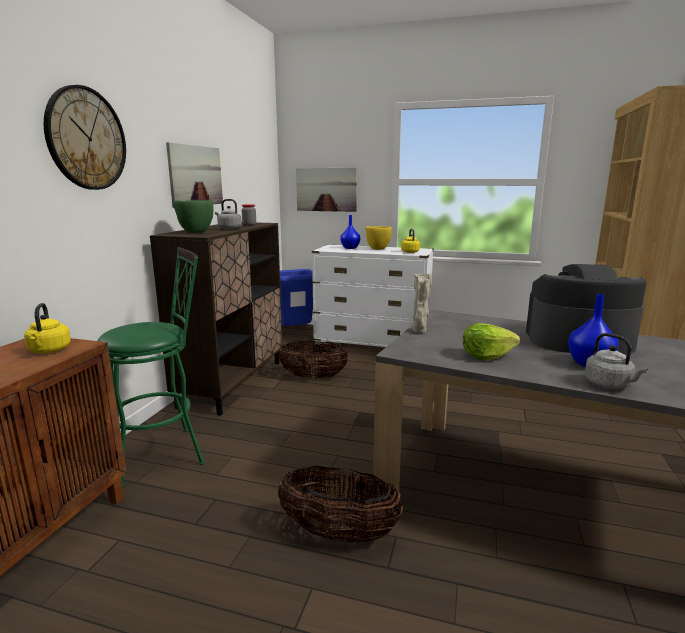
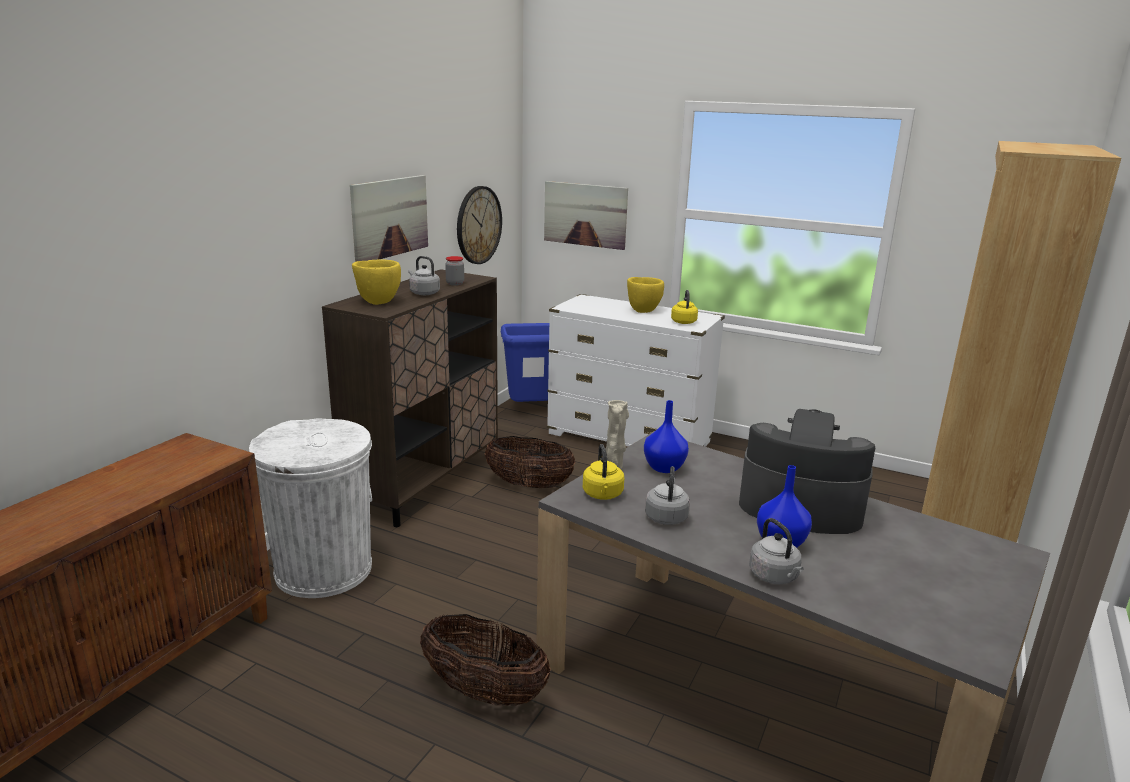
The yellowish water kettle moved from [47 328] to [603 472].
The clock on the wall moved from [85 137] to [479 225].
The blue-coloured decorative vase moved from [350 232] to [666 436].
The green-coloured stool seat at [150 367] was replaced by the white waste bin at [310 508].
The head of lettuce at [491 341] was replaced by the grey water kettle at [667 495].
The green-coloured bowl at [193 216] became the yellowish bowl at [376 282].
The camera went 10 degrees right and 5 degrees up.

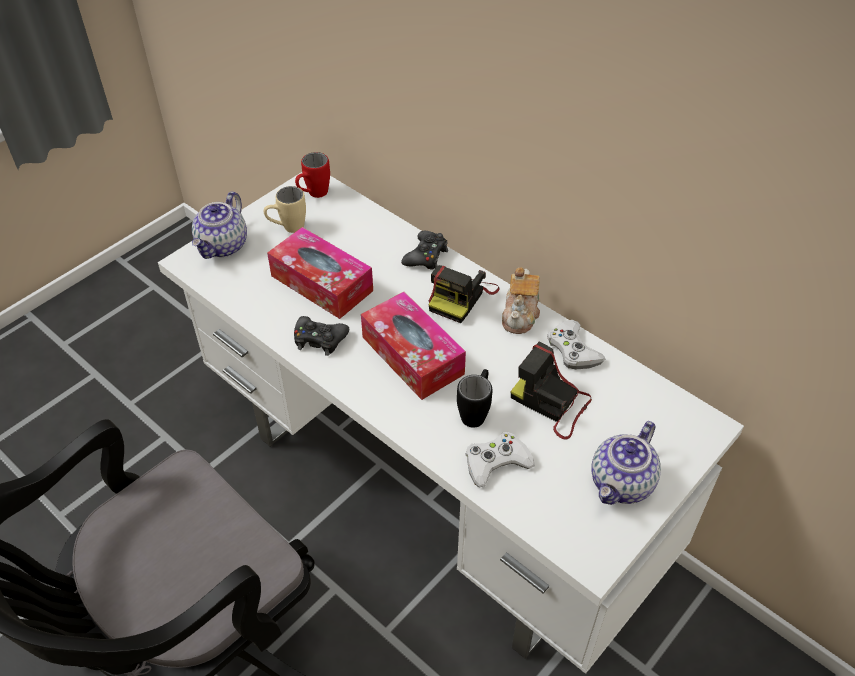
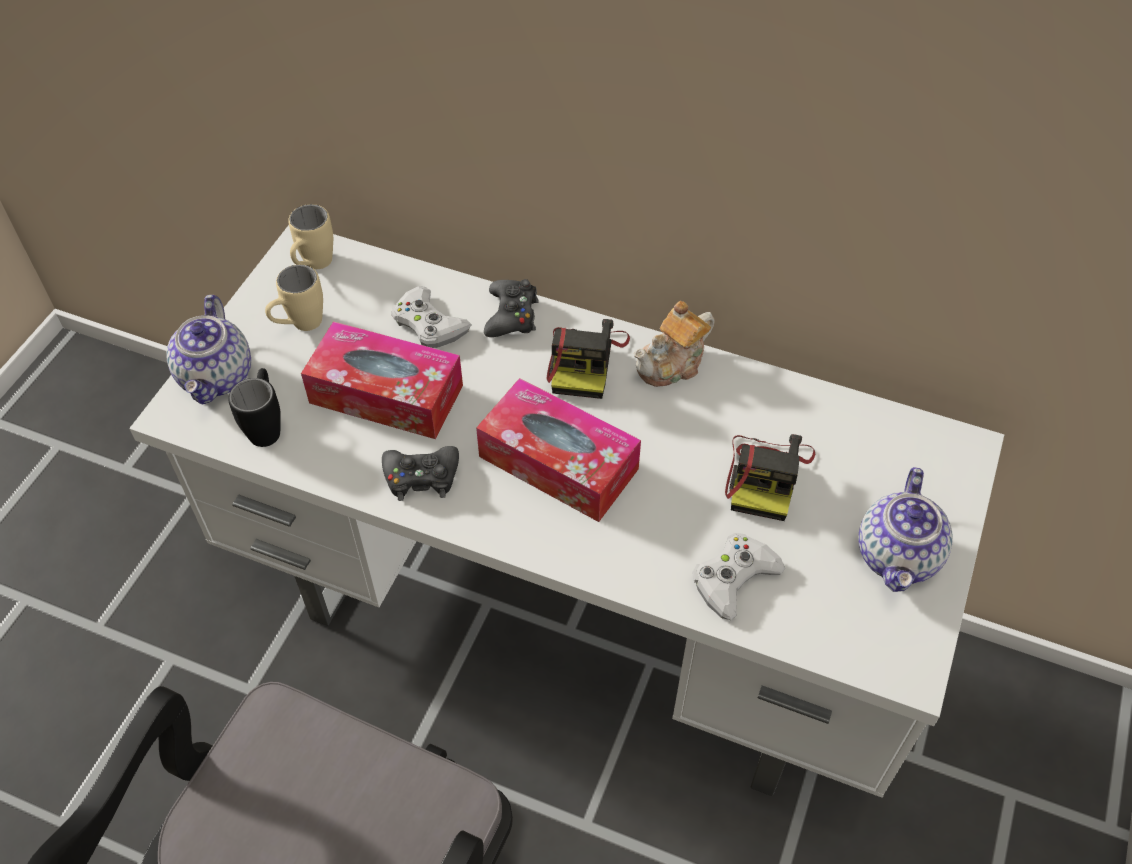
The black coffee mug moved from [474 398] to [254 407].
The white gamepad moved from [576 344] to [431 317].
The reddish coffee mug at [312 175] became the sand-coloured coffee mug at [310 236].
The teapot at [521 300] turned 60 degrees clockwise.
The photo camera at [551 390] turned 90 degrees counterclockwise.
The camera went 20 degrees left and 5 degrees up.

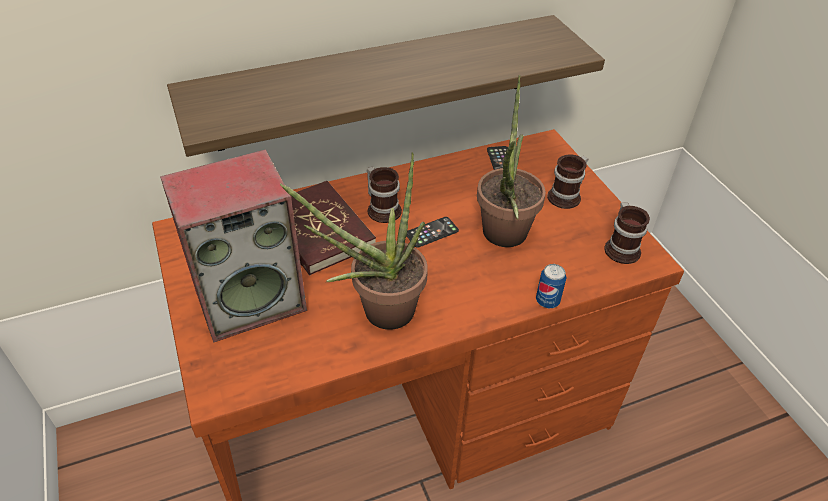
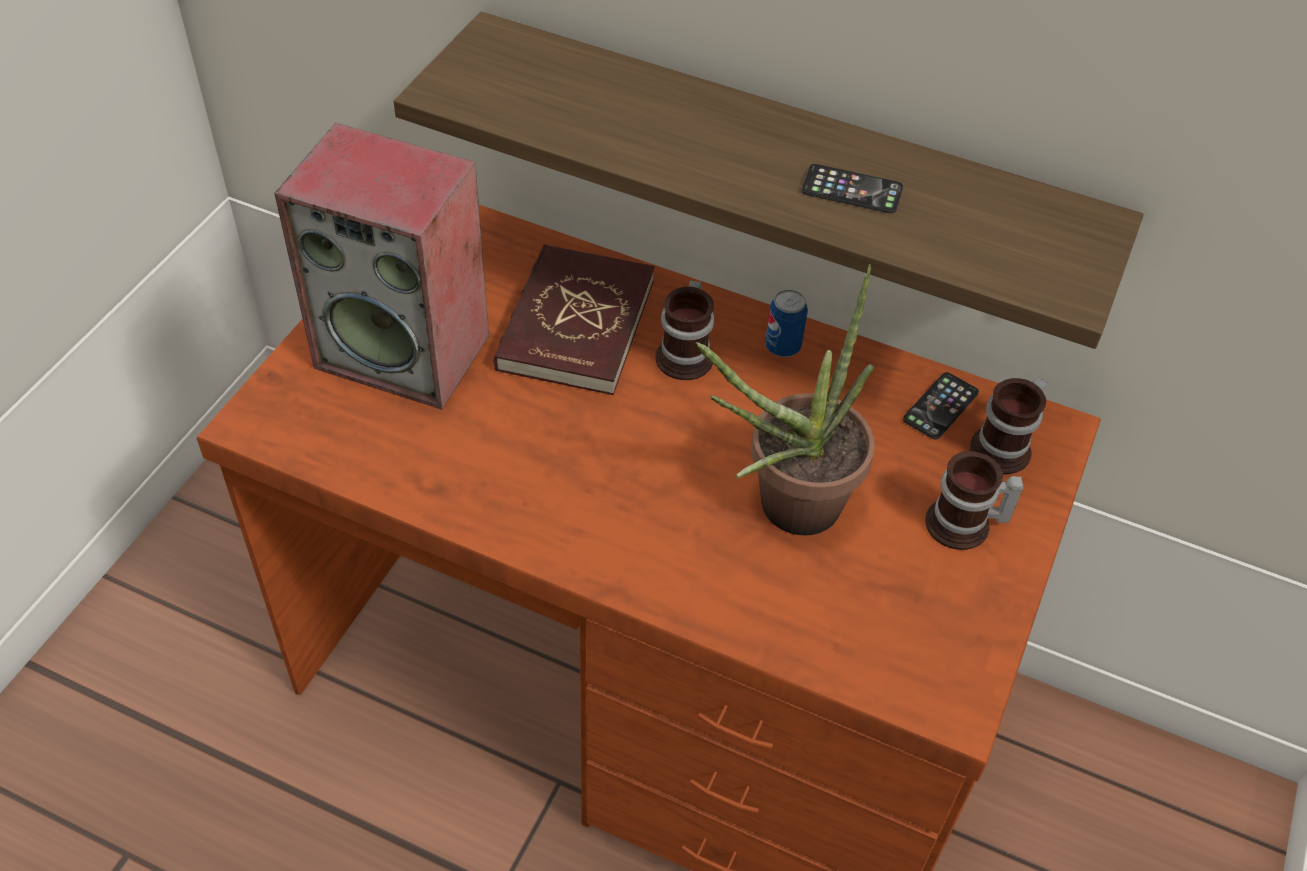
The potted plant at [354 241] disappeared.
The telephone moved from [433 232] to [852 189].
The metal can moved from [551 286] to [786 323].
The coffee mug moved from [627 233] to [1009 425].
The camera went 45 degrees right and 5 degrees up.

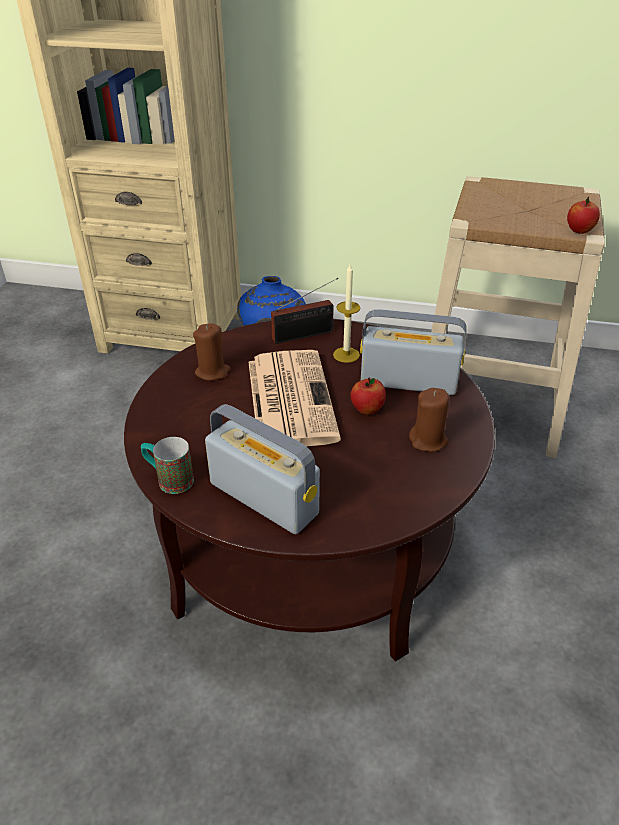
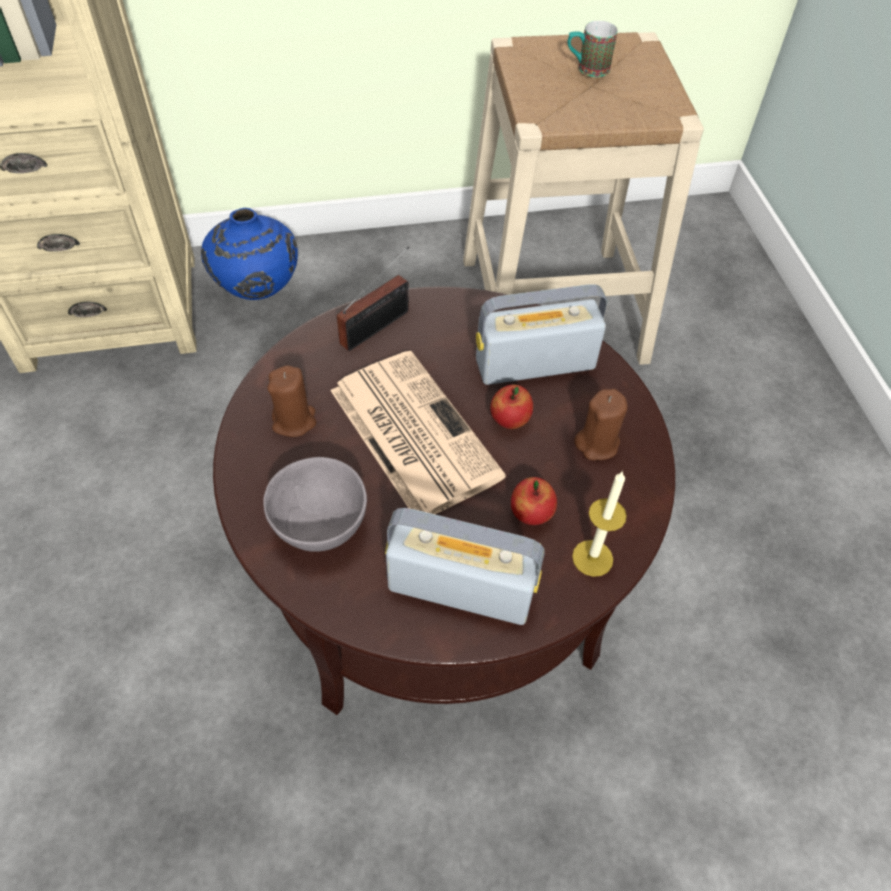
The grey bowl at [315 504] appeared.
The coffee mug moved from [167 465] to [592 49].
The candle moved from [346 313] to [599 524].
The apple moved from [583 215] to [534 501].
The camera went 25 degrees left and 15 degrees up.

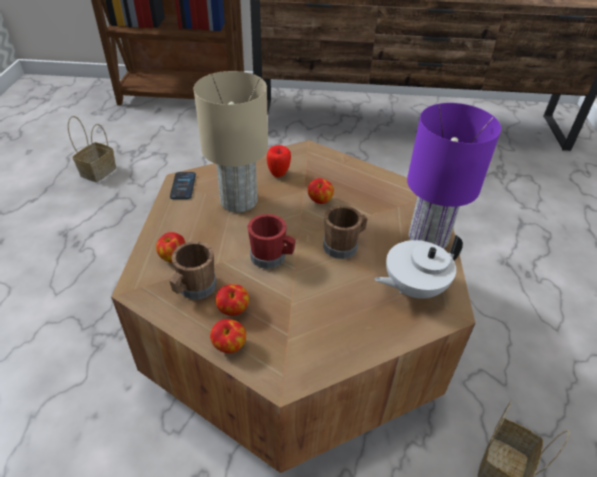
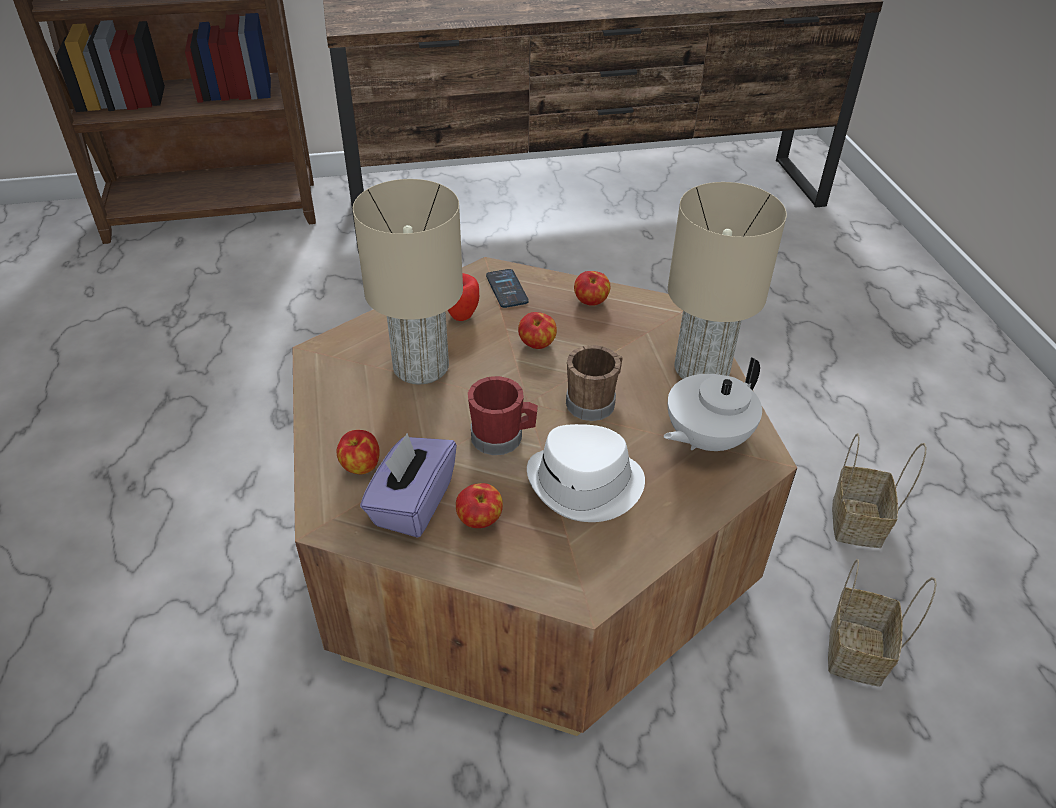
The white wearable hat at [586 473] appeared.
The storage basket moved from [92 149] to [879 490].
The telephone moved from [183 185] to [507 288].
The apple moved from [228 336] to [592 288].
The brown-coloured coffee mug at [193 270] was replaced by the purple-coloured tissue box at [408 485].
The purple-coloured tabletop lamp at [454 176] became the sand-coloured tabletop lamp at [727 280].
The camera went 15 degrees left and 0 degrees up.

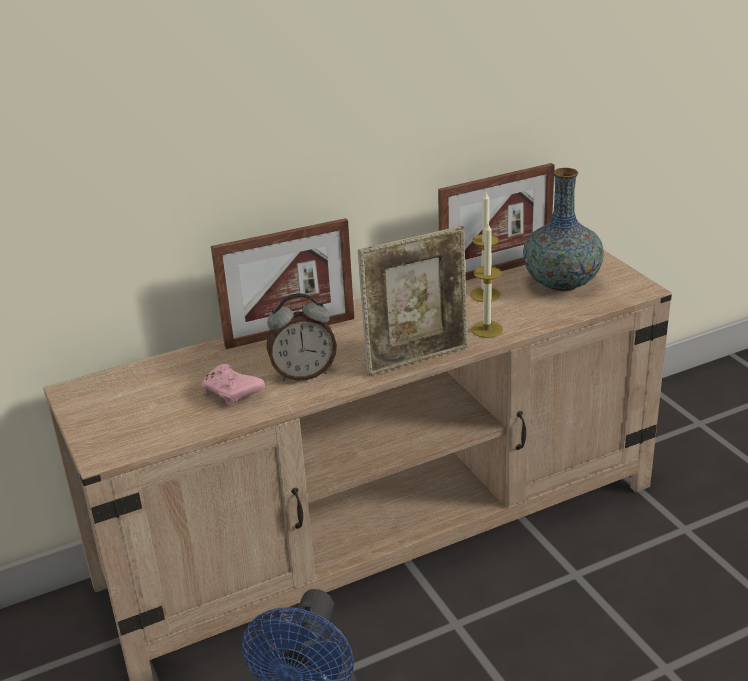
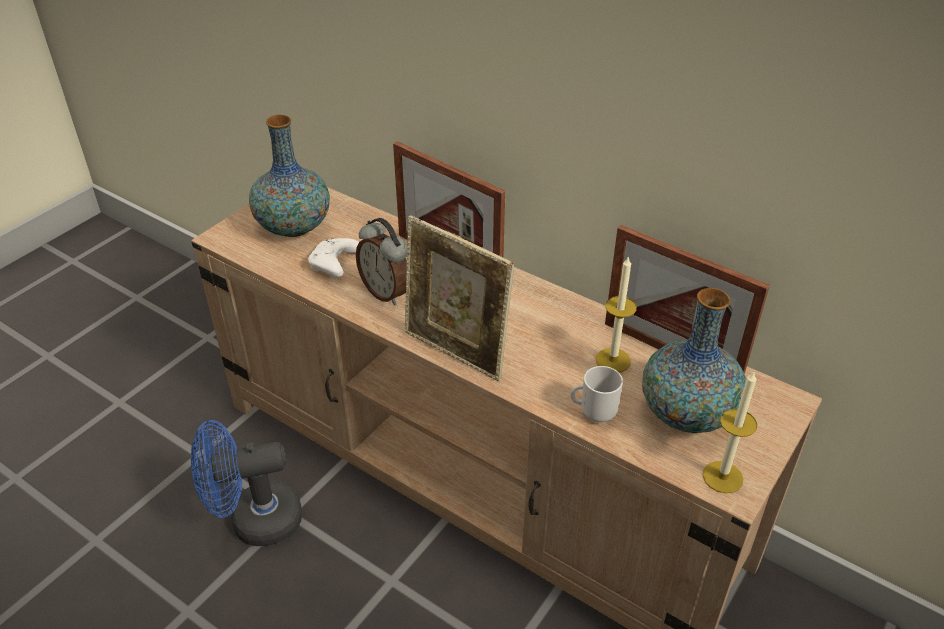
The decorative vase at [289 176] appeared.
The coffee mug at [596 394] appeared.
The candle moved from [487 280] to [730 432].
The pink gamepad at [233 384] became the white gamepad at [333 257].
The camera went 60 degrees right and 10 degrees up.

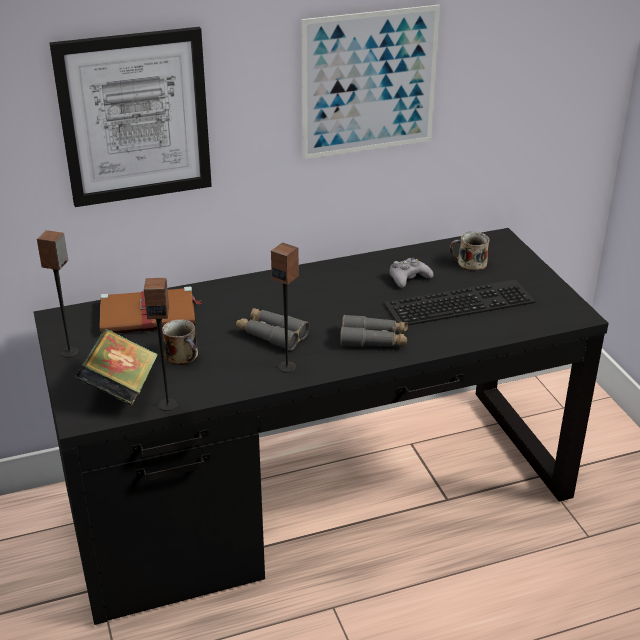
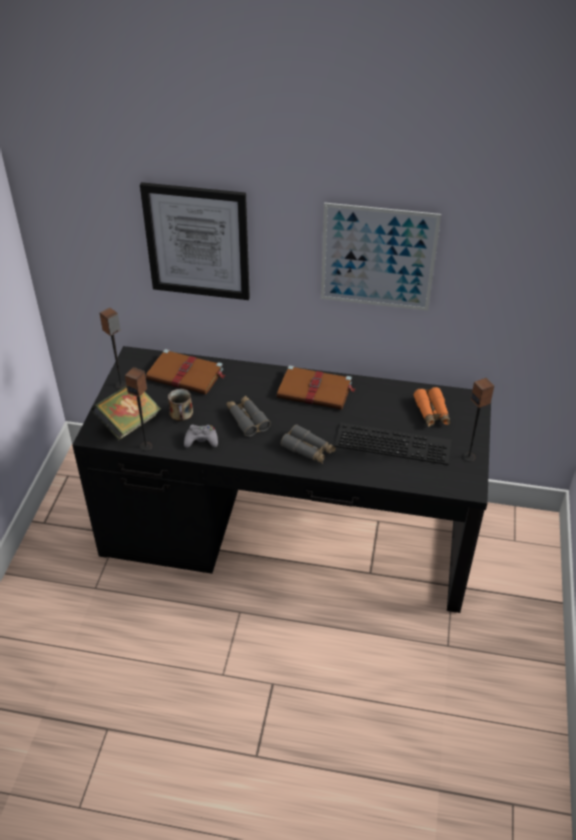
The brown-coloured volume at [316 387] appeared.
The speaker moved from [285 308] to [478 420].
The grey gamepad moved from [411 273] to [201 436].
The coffee mug at [469 251] was replaced by the orange pair of binoculars at [432 407].
The camera went 30 degrees right and 10 degrees up.

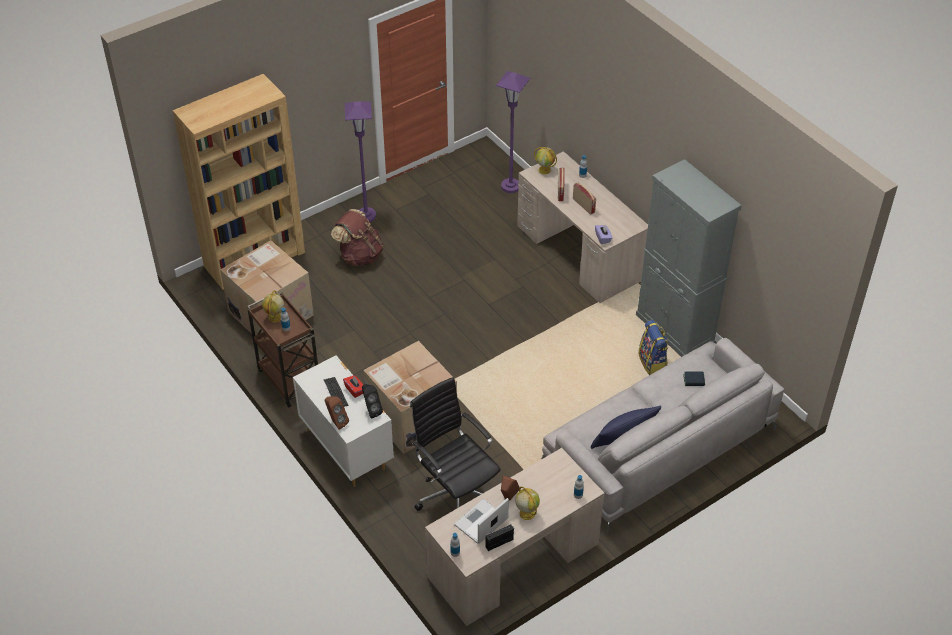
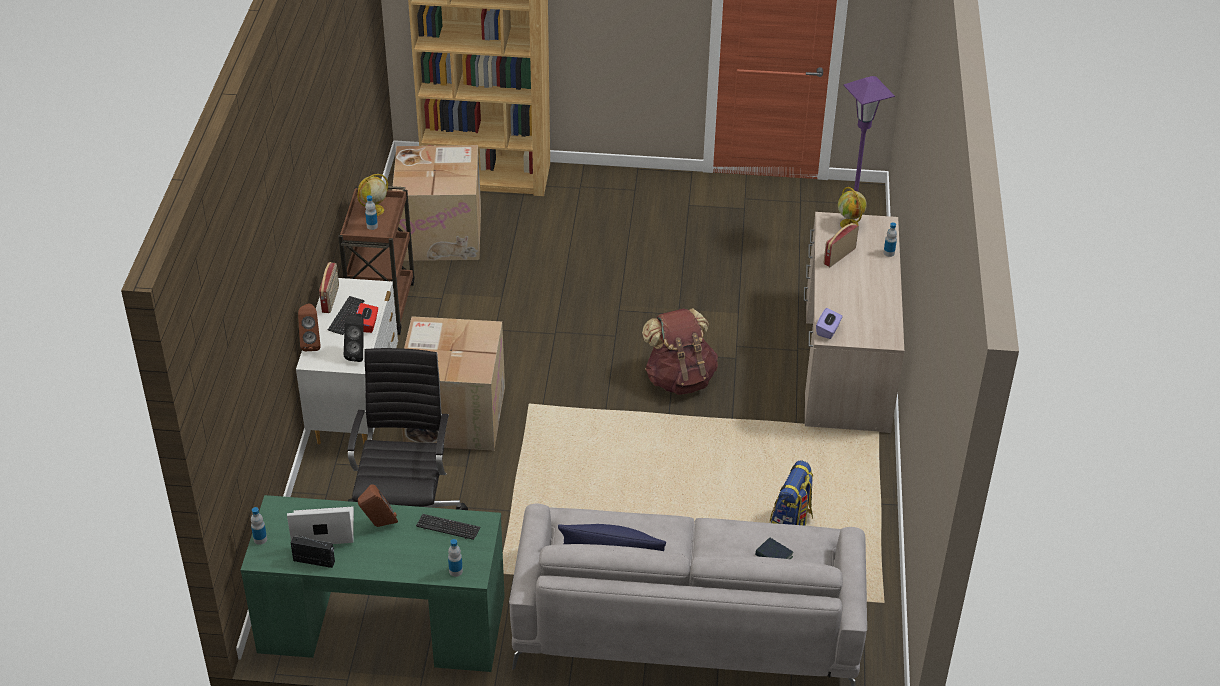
The purple-coloured standing lamp at [360 161] disappeared.
The world globe at [527 503] disappeared.
The grey storage cabinet at [689 258] disappeared.
The keyboard at [448 527] appeared.
The brown-coloured rucksack moved from [357 237] to [680 351].
The radio receiver moved from [584 198] to [329 287].
The sand-coloured desk at [515 537] became the green-coloured desk at [373 583].
The camera went 40 degrees right and 5 degrees down.

